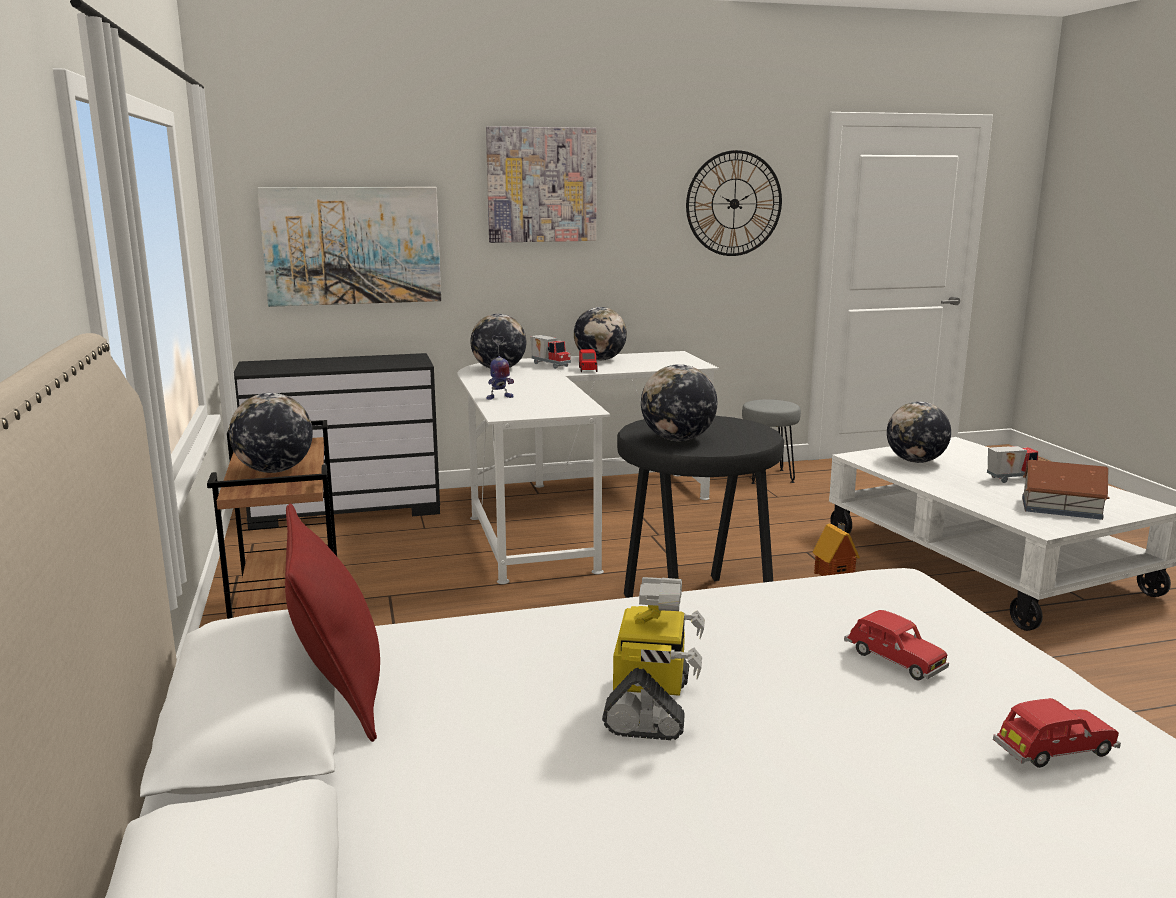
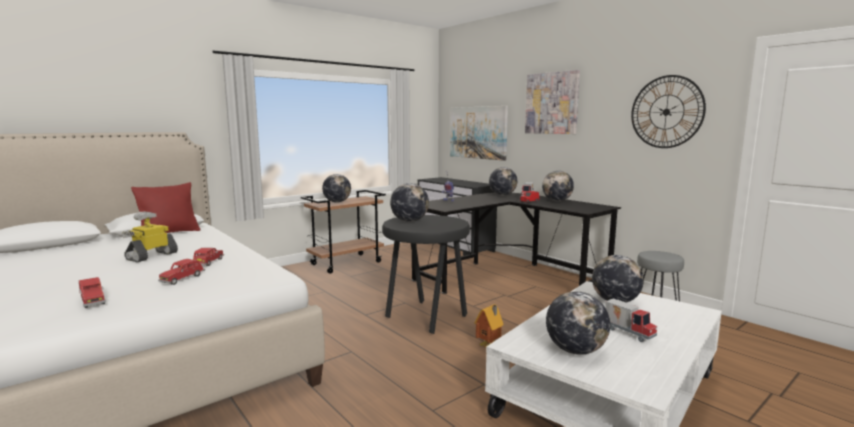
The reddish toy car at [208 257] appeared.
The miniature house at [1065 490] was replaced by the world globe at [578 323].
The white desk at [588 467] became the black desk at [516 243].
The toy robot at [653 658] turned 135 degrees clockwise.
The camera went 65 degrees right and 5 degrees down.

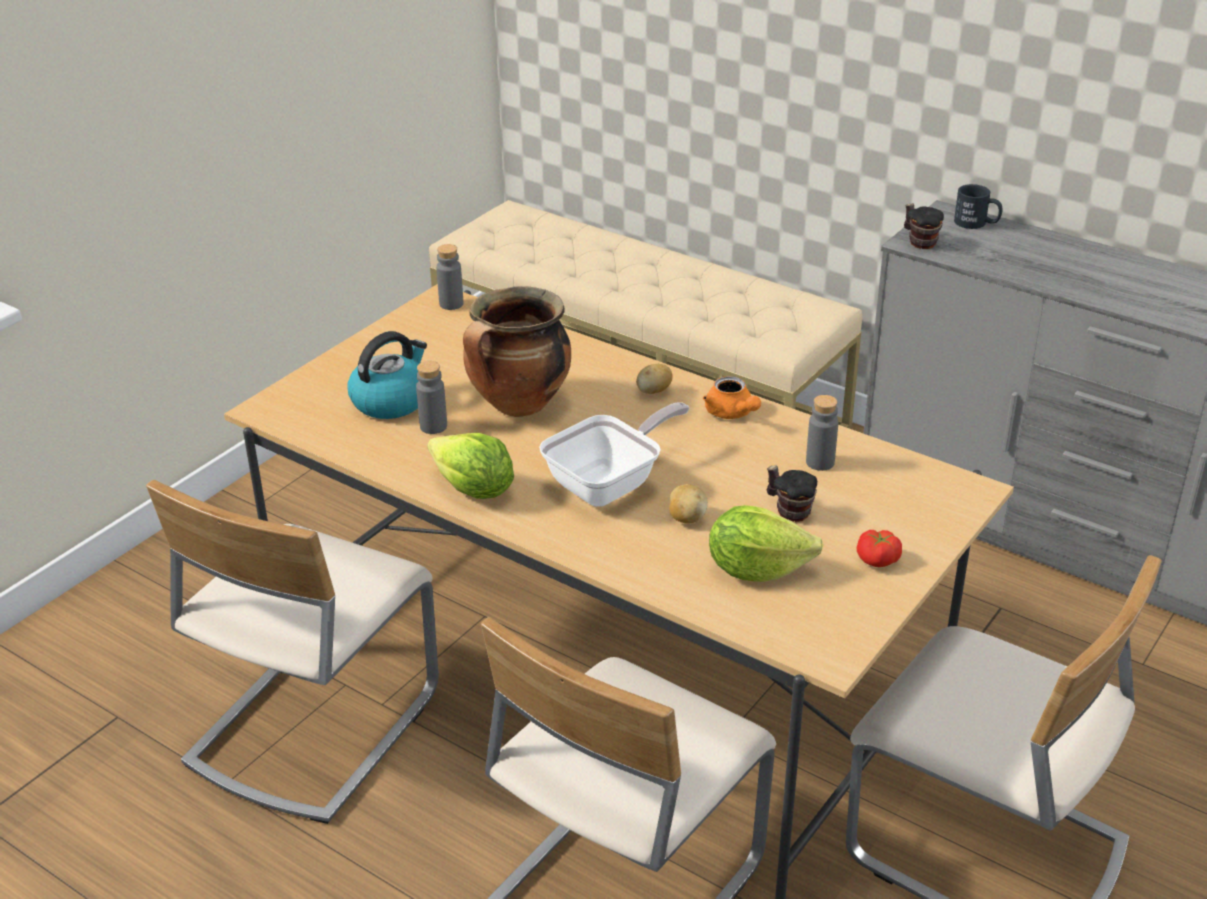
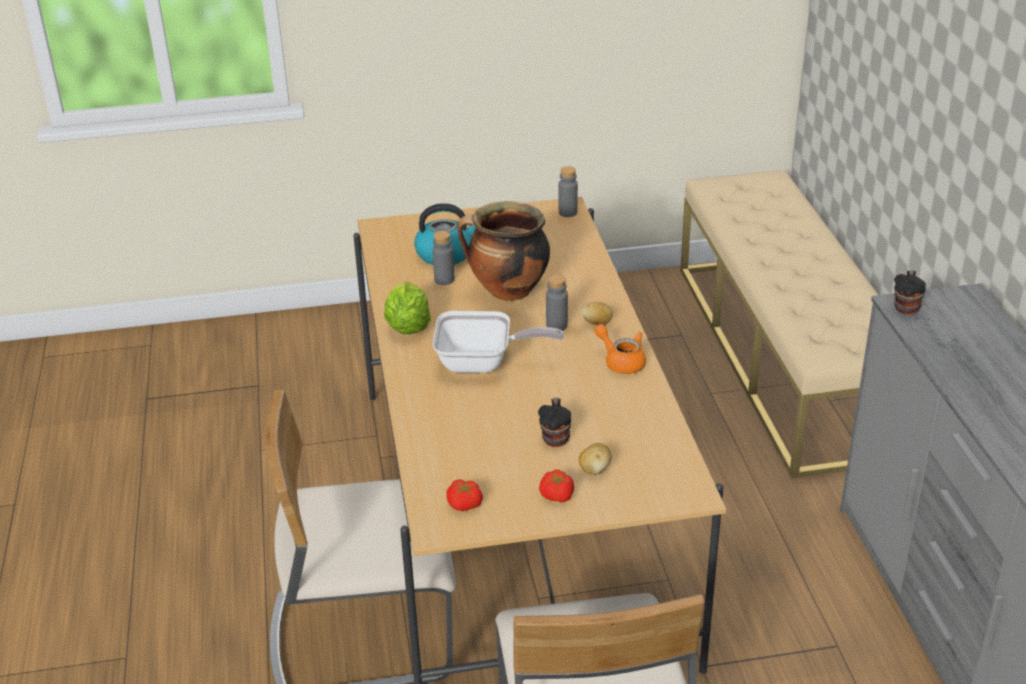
The sand-coloured upright chair at [292 652] disappeared.
The head of lettuce at [766 543] disappeared.
The black coffee mug at [978 206] disappeared.
The whole tomato at [464 495] appeared.
The whole potato moved from [688 504] to [595 459].
The grey beverage bottle moved from [822 433] to [557 302].
The orange teapot at [732 397] turned 120 degrees clockwise.
The camera went 45 degrees right and 0 degrees up.

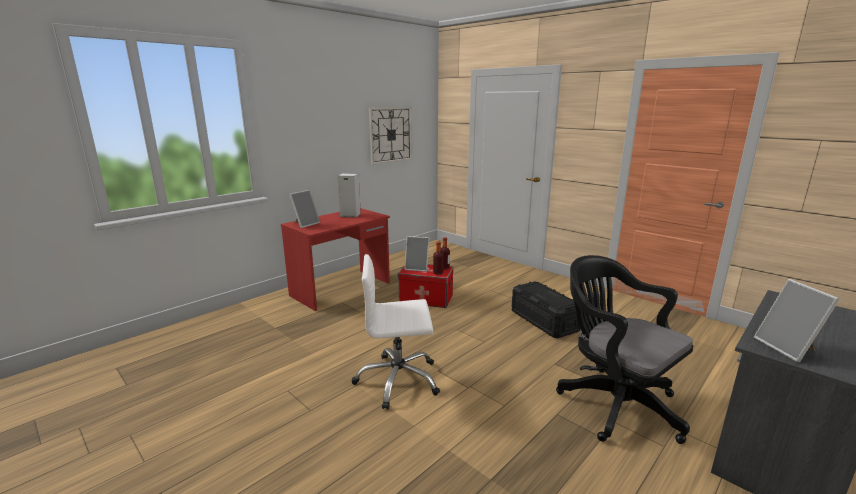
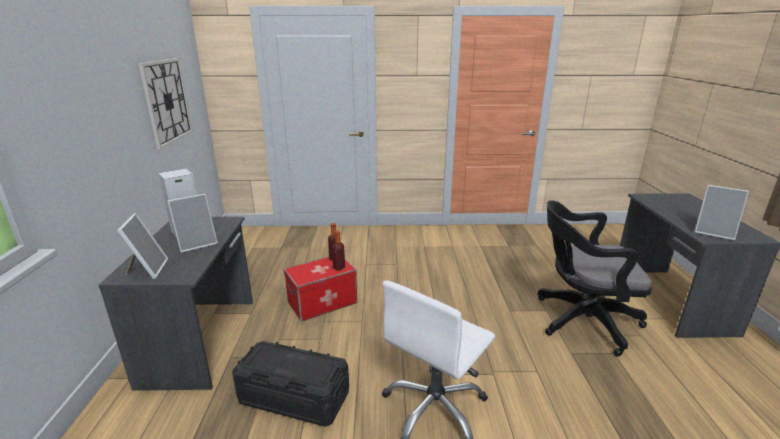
The photo frame moved from [416 254] to [192 223].
The black storage box moved from [546 310] to [290 384].
The reddish desk at [335 259] became the grey desk at [175 304].
The camera went 45 degrees left and 5 degrees up.

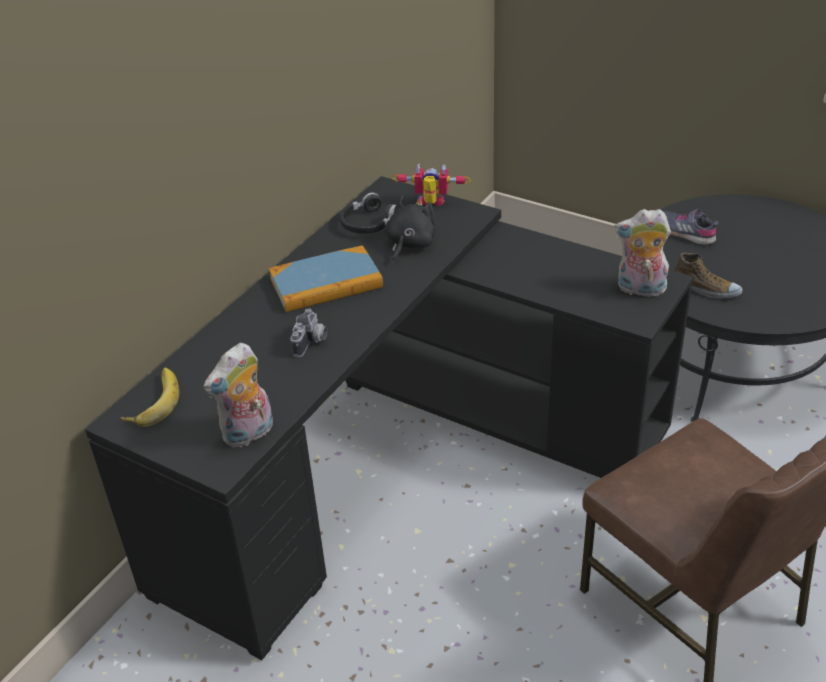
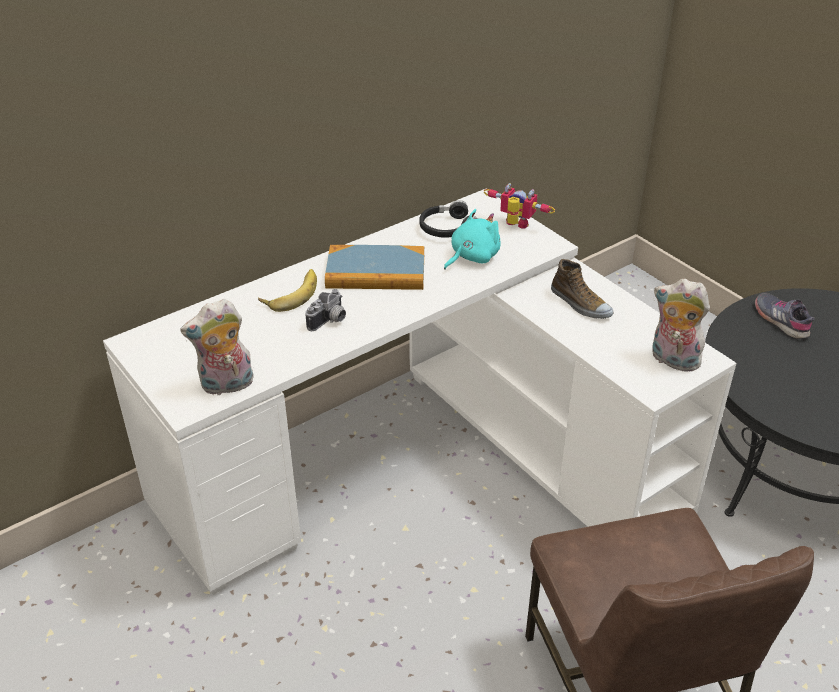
The banana fruit moved from [149 397] to [287 290].
The shoe moved from [708 276] to [582 289].
The black desk at [389 418] became the white desk at [420 392].
The black cuddly toy at [411 229] became the blue-green cuddly toy at [472 239].
The camera went 20 degrees right and 0 degrees up.

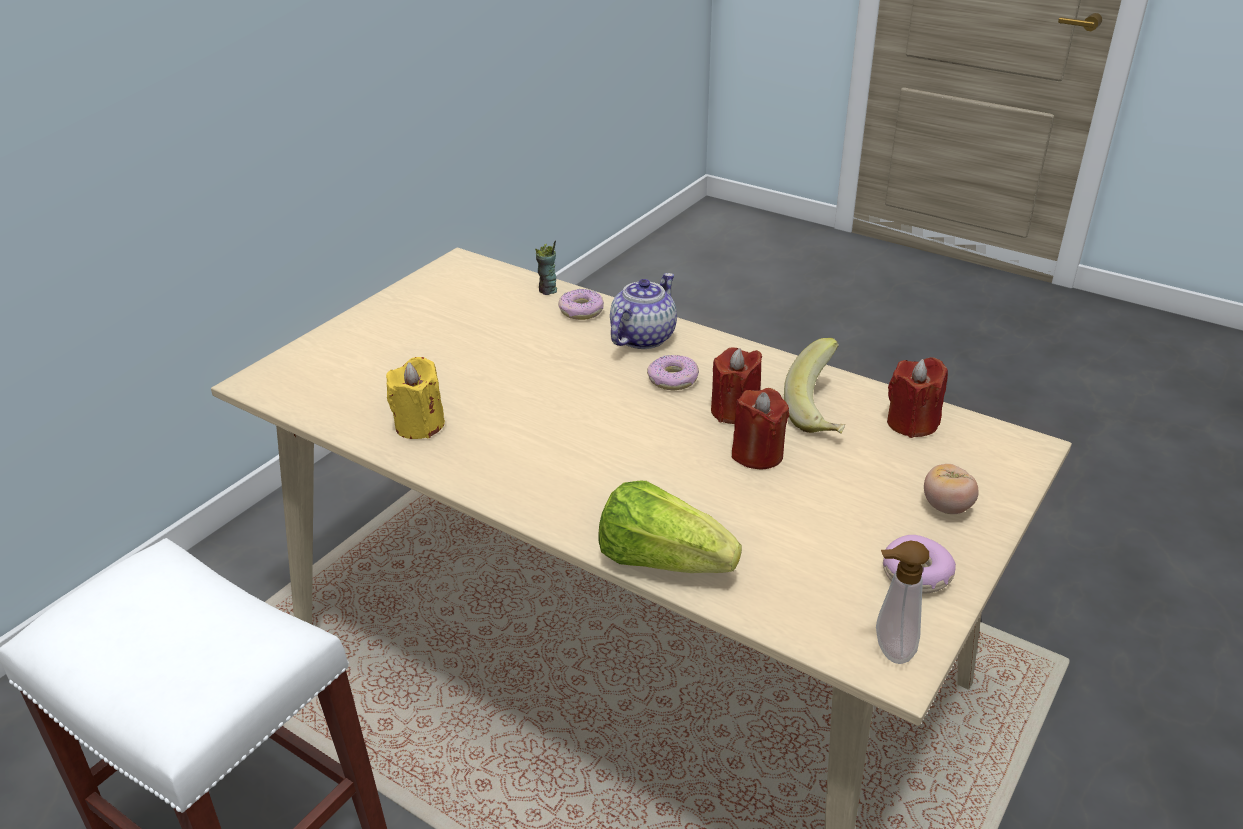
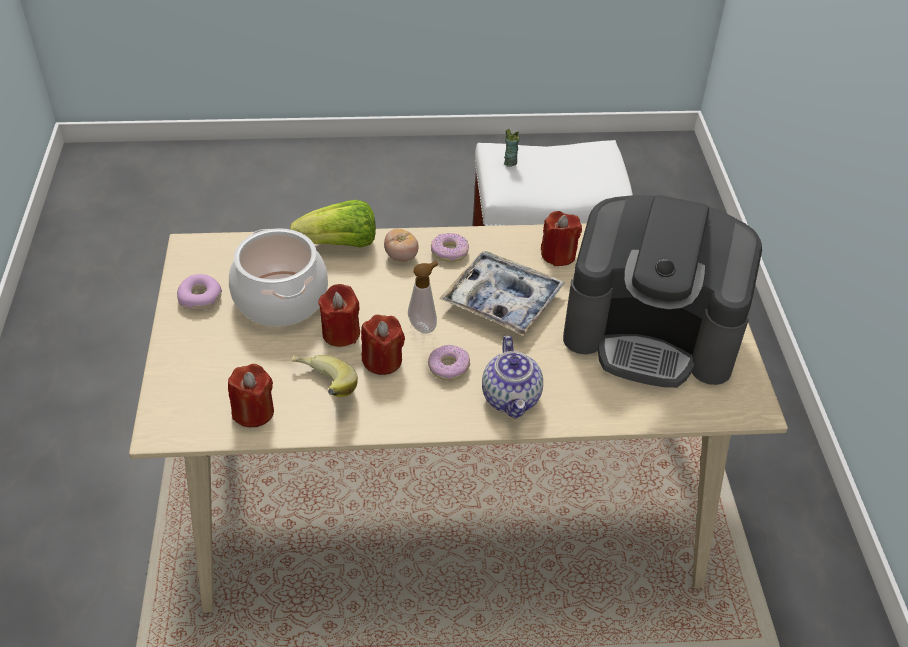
The stockpot at [278 277] appeared.
The carrying tray at [502 293] appeared.
The coffee maker at [662 291] appeared.
The cup moved from [546 267] to [512 147].
The donut moved from [581 304] to [450 247].
The soap dispenser moved from [902 602] to [423 297].
The whole tomato moved from [951 489] to [401 245].
The yellowish candle at [415 398] became the reddish candle at [561 238].
The camera went 140 degrees right and 10 degrees up.

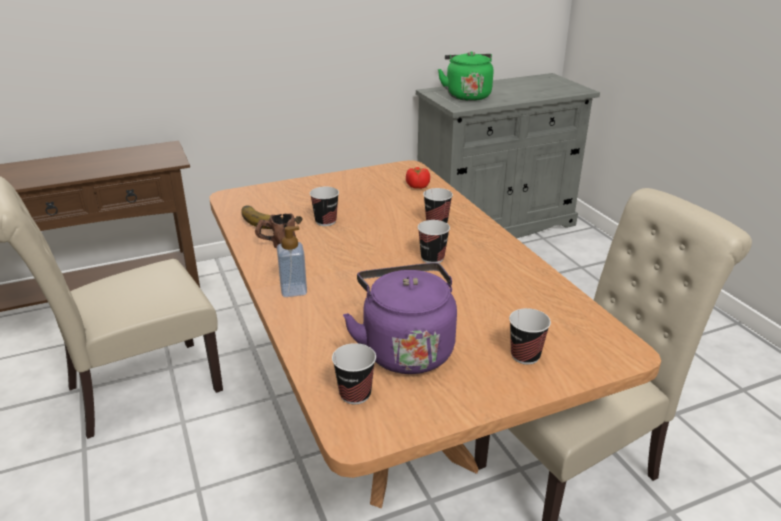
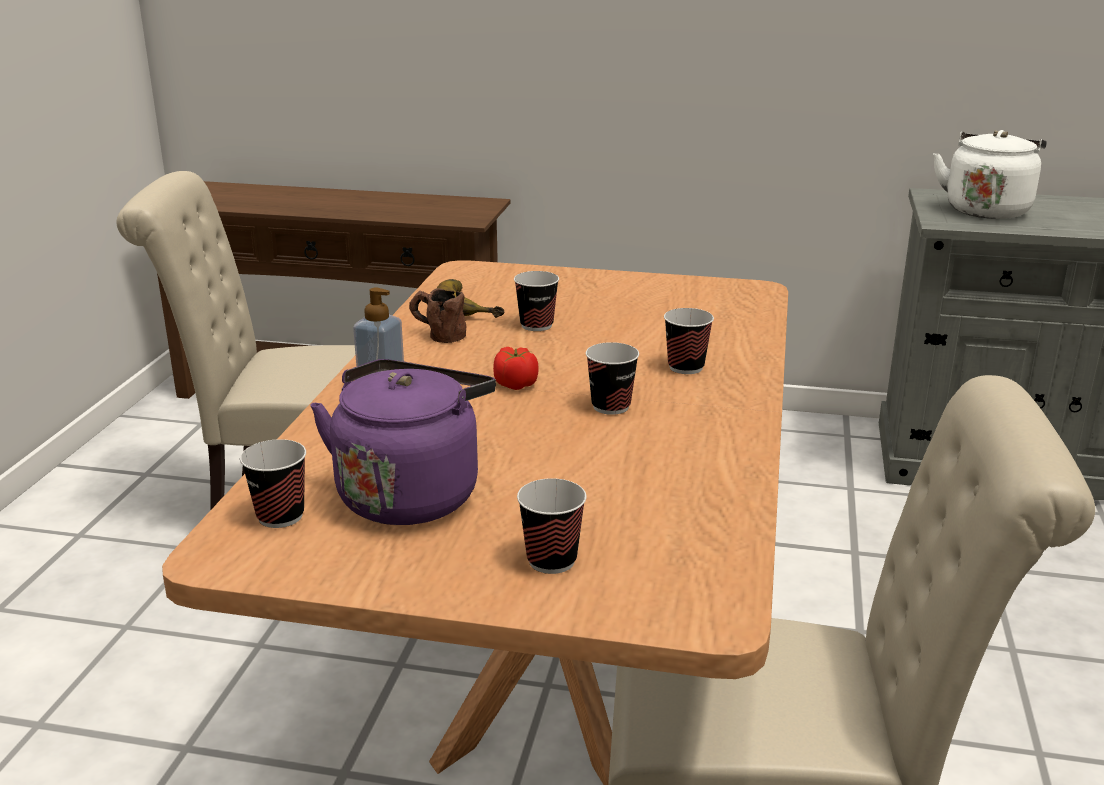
The whole tomato moved from [418 178] to [516 368].
The green-coloured water kettle at [466 76] became the white water kettle at [990 174].
The camera went 35 degrees right and 5 degrees down.

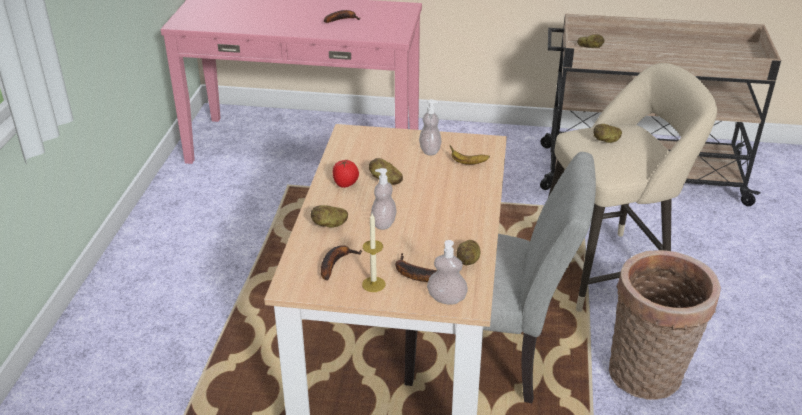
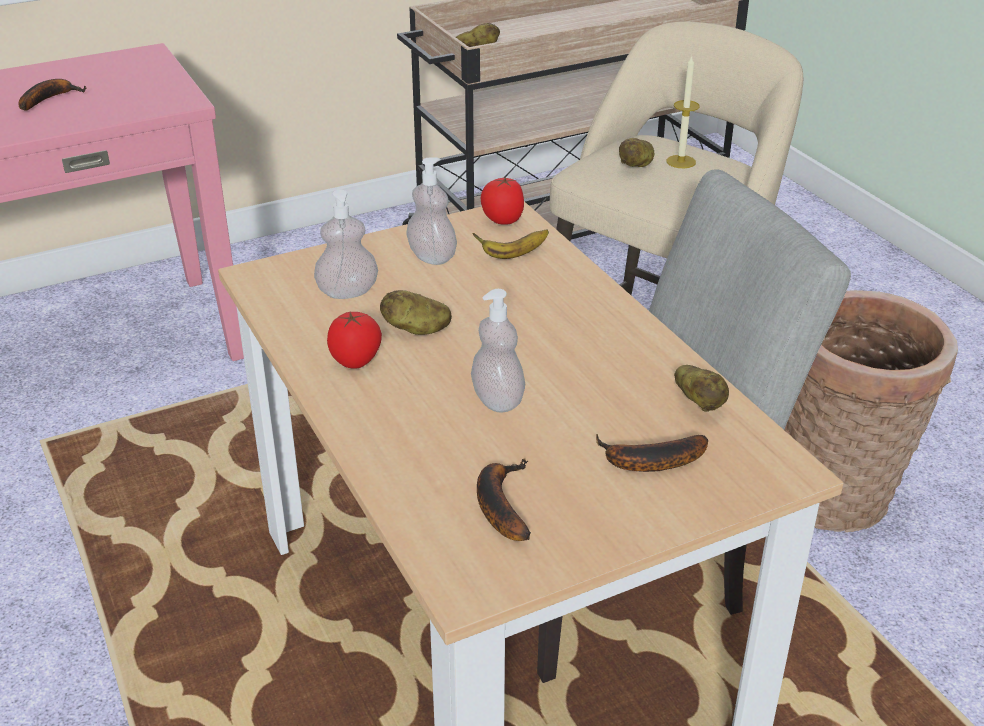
The whole potato at [329 216] disappeared.
The whole tomato at [502 201] appeared.
The candle moved from [373 252] to [683 111].
The soap dispenser moved from [447 272] to [346 244].
The camera went 35 degrees left and 0 degrees up.

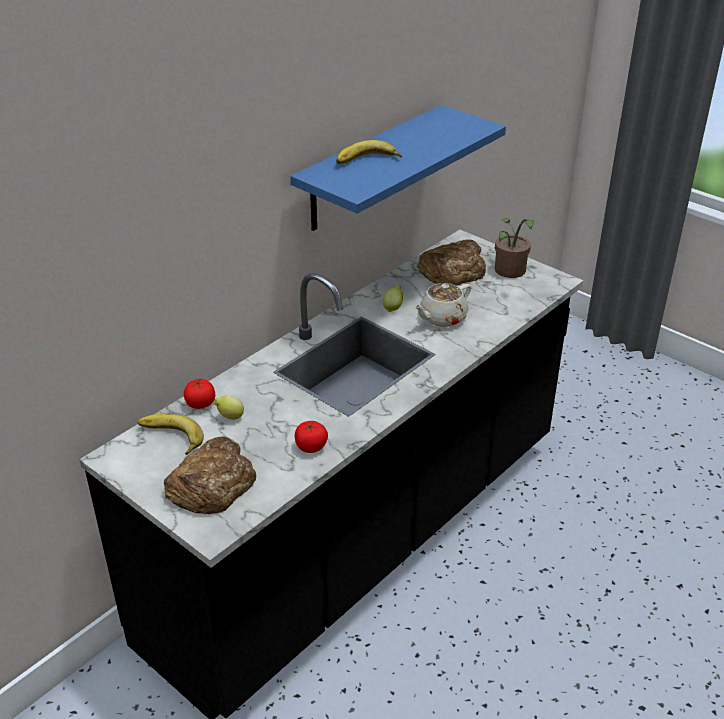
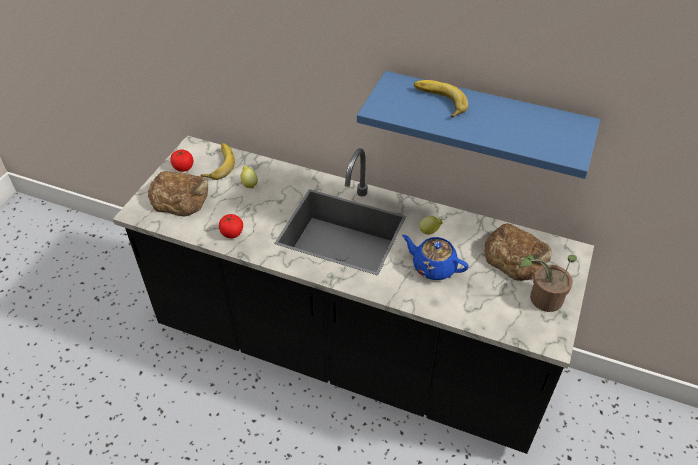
The whole tomato moved from [199 394] to [182 161].
The sand-coloured teapot at [442 305] became the blue-coloured teapot at [435 257].
The camera went 70 degrees right and 10 degrees up.

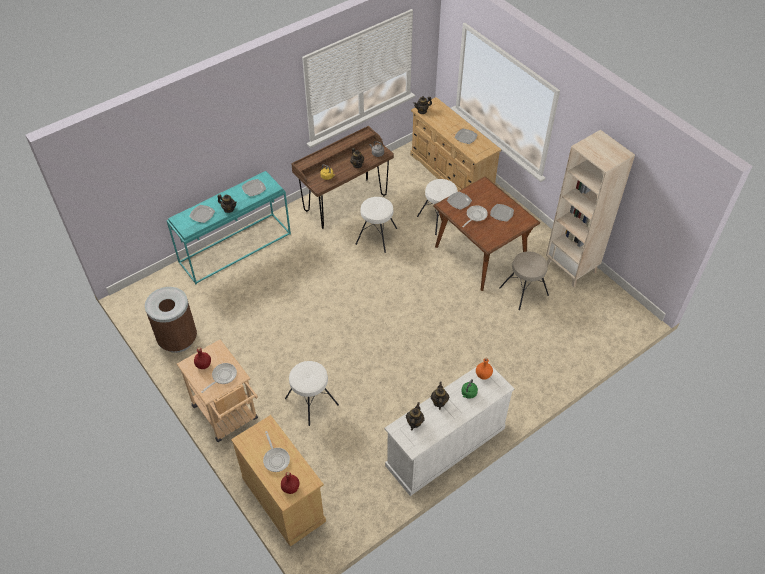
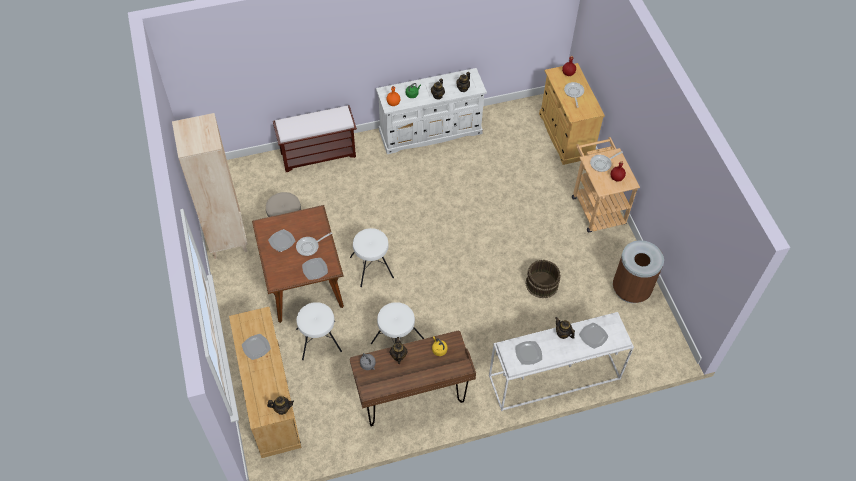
The brown-coloured indoor bench at [315 138] appeared.
The brown-coloured pail at [543 279] appeared.
The white stool seat moved from [312 393] to [372 257].
The blue-green narrow table at [228 227] became the white narrow table at [561 361].
The camera went 160 degrees left and 5 degrees up.

